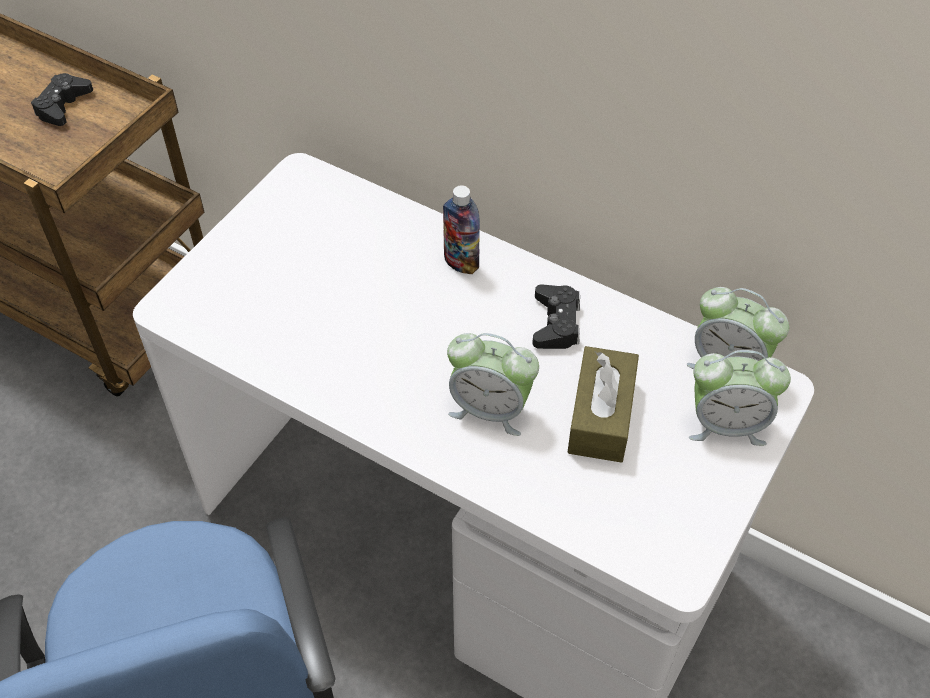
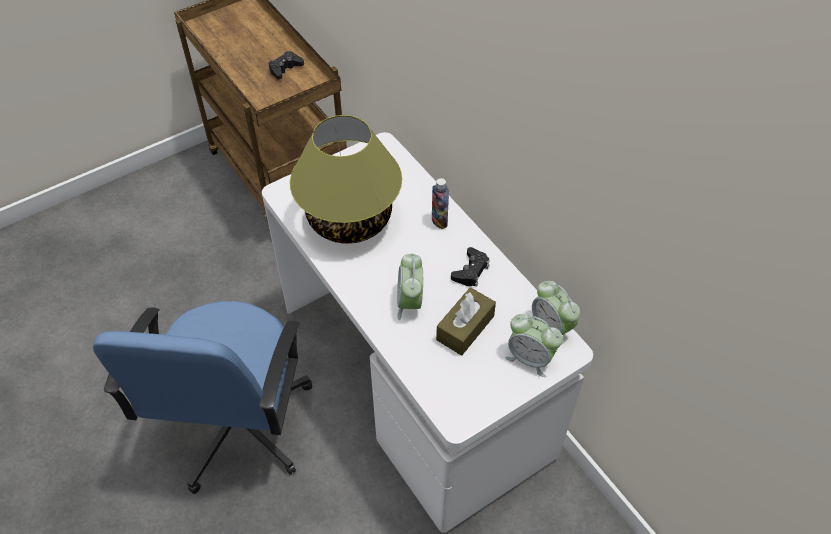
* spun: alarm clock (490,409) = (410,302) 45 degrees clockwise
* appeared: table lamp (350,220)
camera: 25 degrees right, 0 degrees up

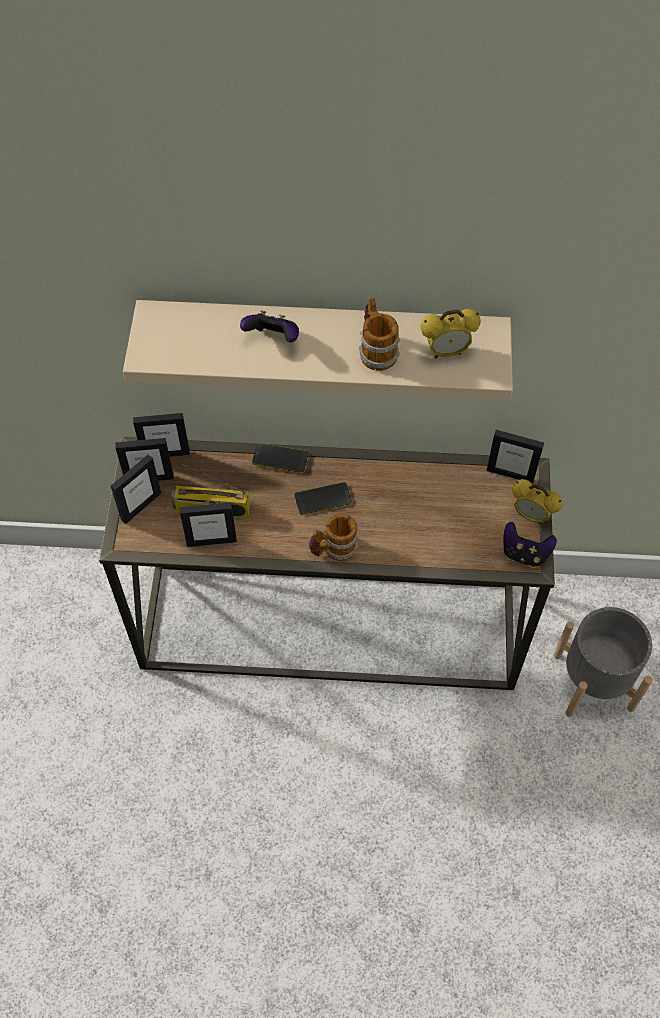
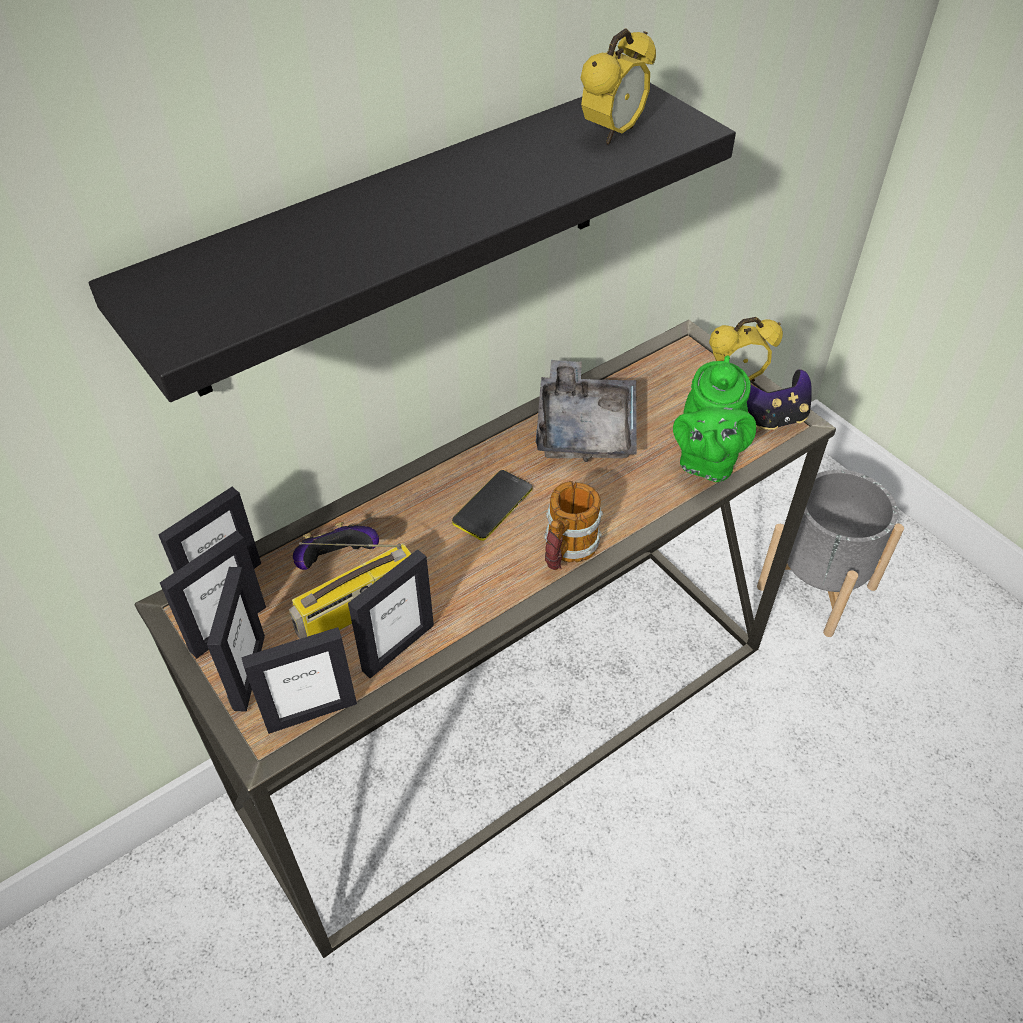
* missing: mug (376,349)
* colour: beige shelf (322,339) to black shelf (403,237)
* relocated: game controller (273,338) to (337,561)
* relocated: picture frame (510,474) to (311,712)
* missing: phone (280,458)
* appeared: green teapot (706,461)
* appeared: grey tray (584,428)
camera: 40 degrees left, 10 degrees down

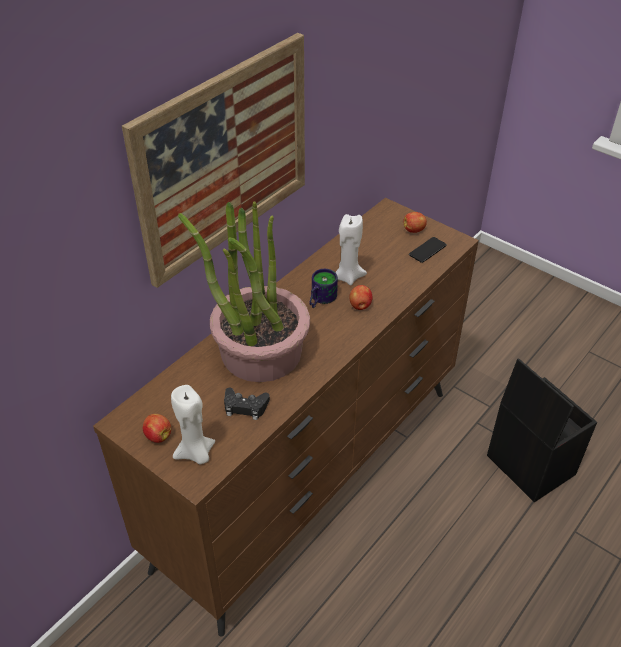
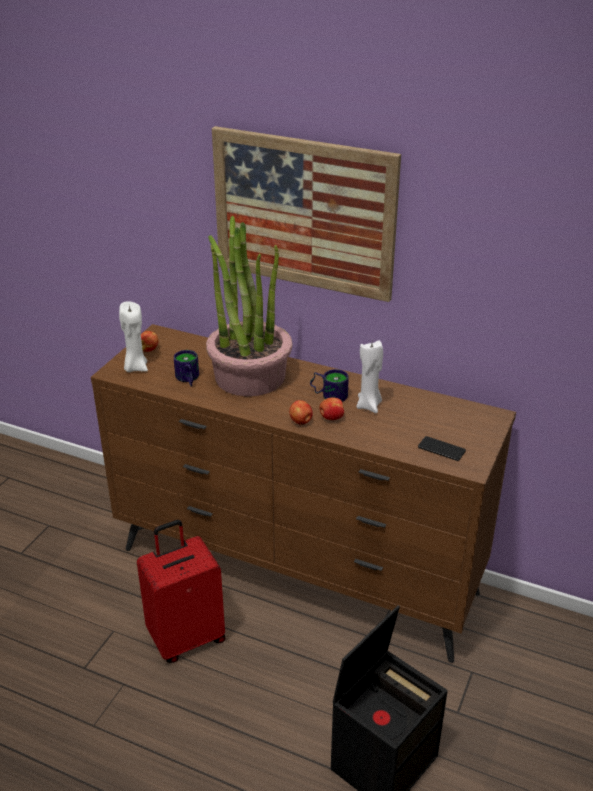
* relocated: apple (414,230) to (301,421)
* exchanged: black game controller (245,407) to mug (187,379)
* appeared: red suitcase (186,637)
camera: 75 degrees right, 10 degrees down

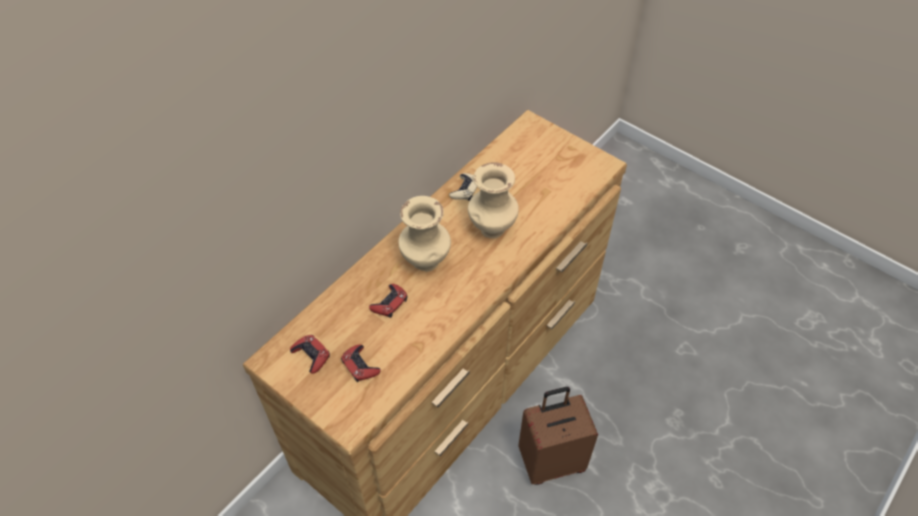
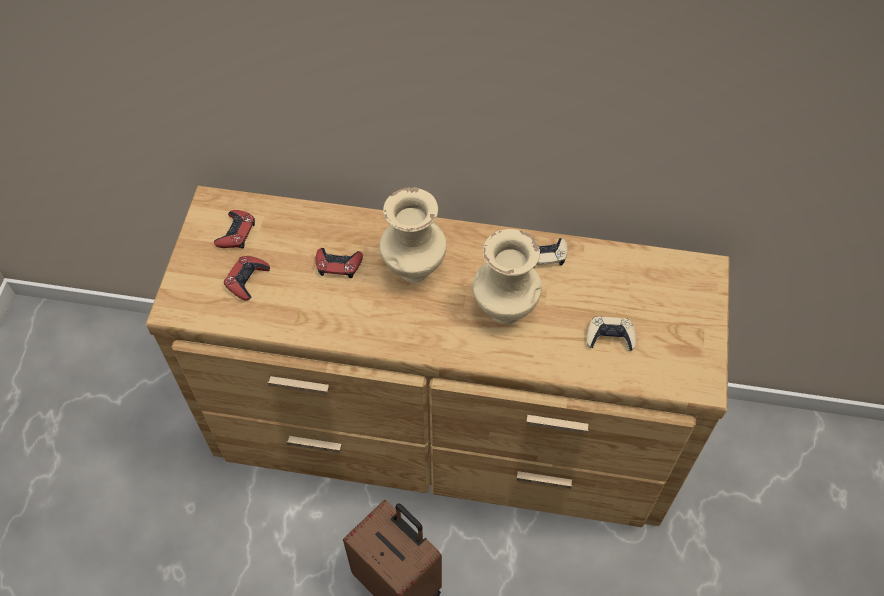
* appeared: beige game controller (610,336)
camera: 60 degrees right, 5 degrees up

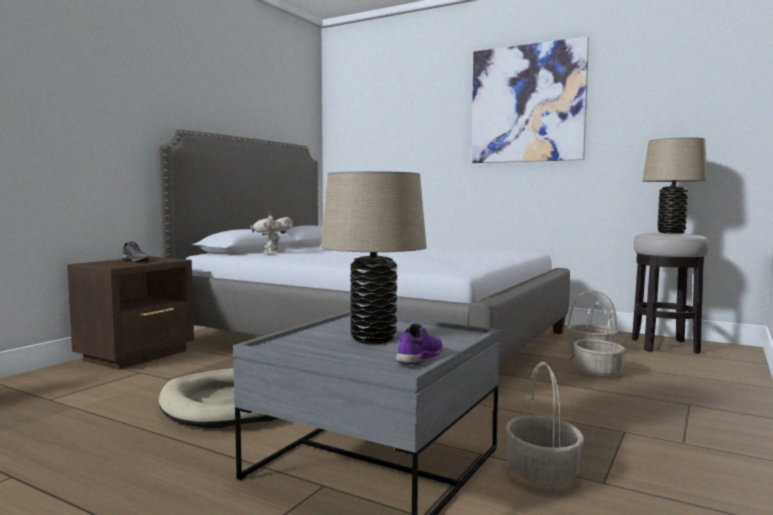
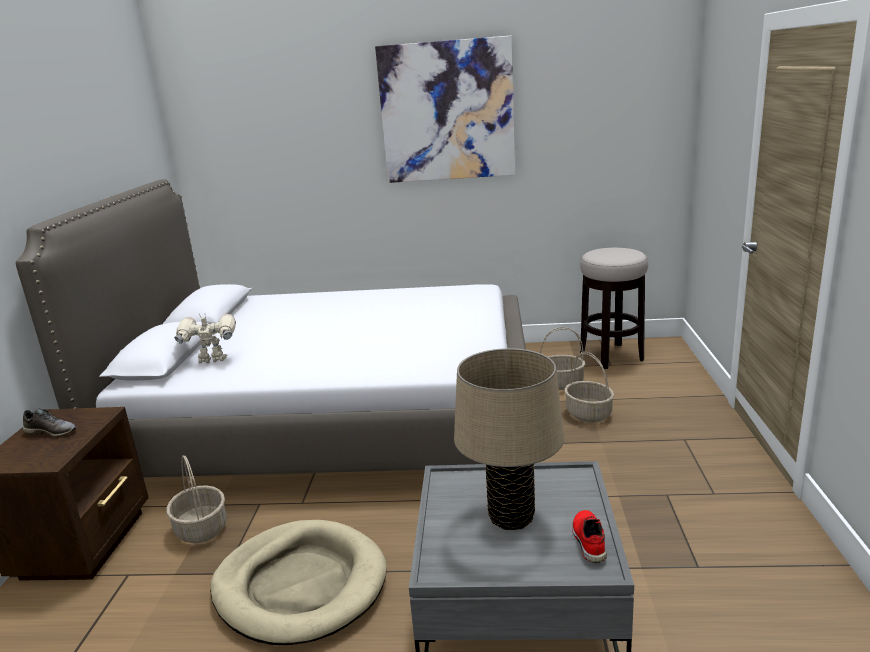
* missing: beige table lamp (671,232)
* spun: toy robot (272,253) = (212,361) 90 degrees counterclockwise
* colour: purple shoe (418,358) to red shoe (588,541)
* relocated: basket (541,471) to (201,529)
camera: 25 degrees left, 15 degrees up

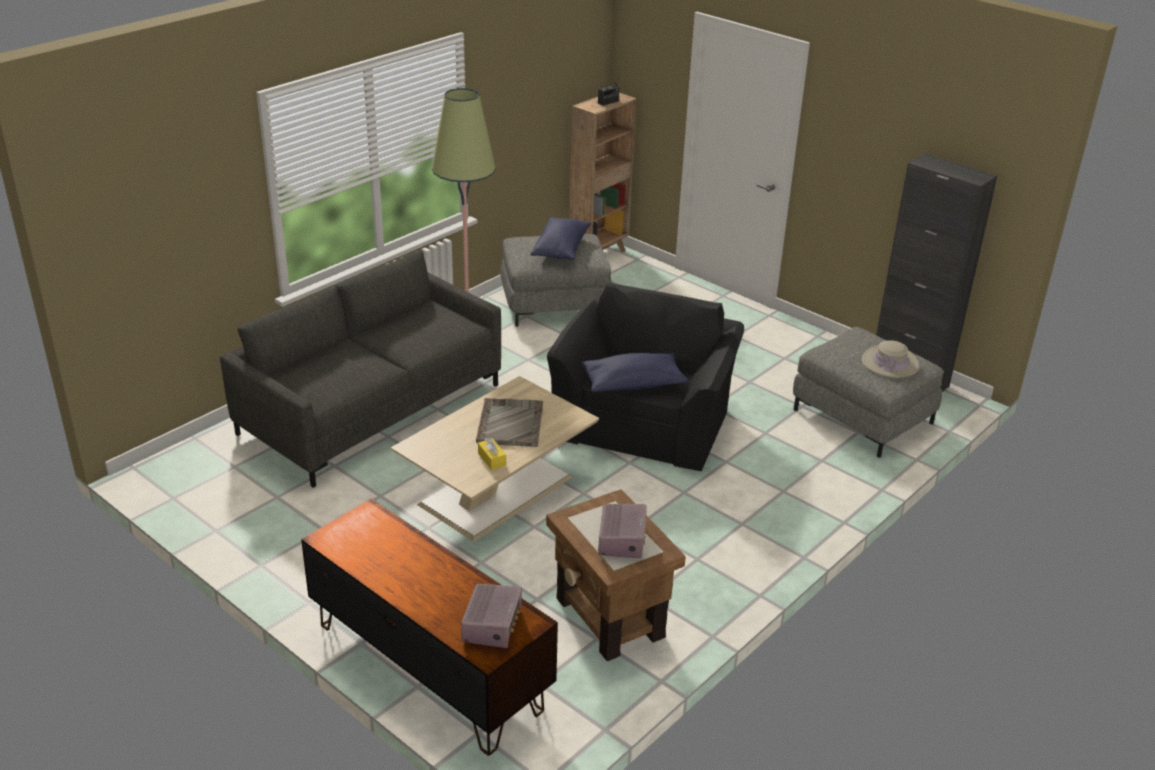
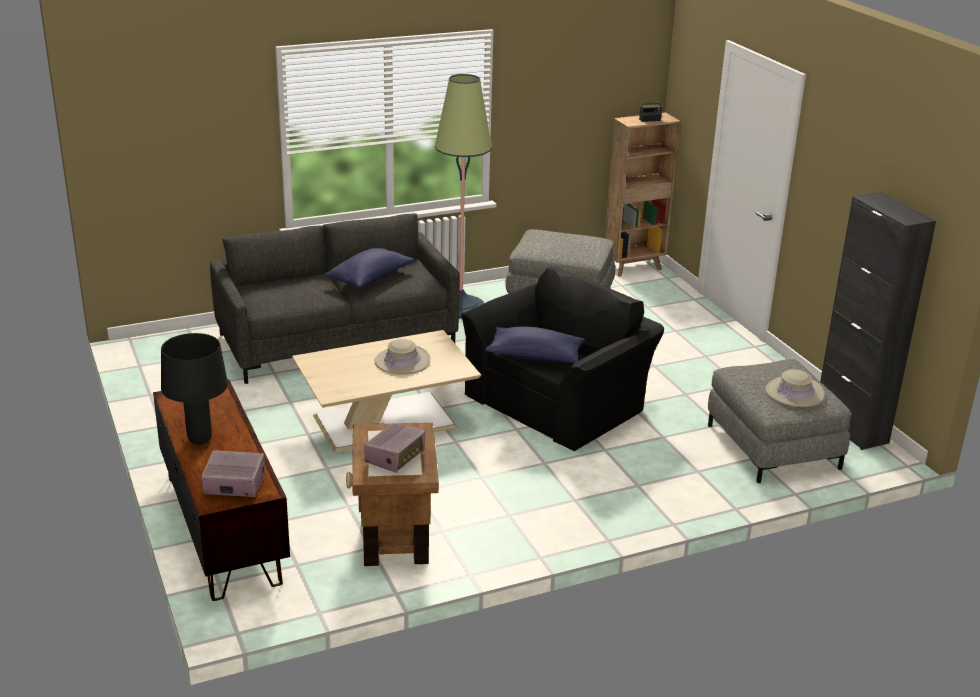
* relocated: blue pillow (561,249) to (370,279)
* exchanged: grey tray (510,423) to beige hat (402,361)
* missing: yellow tissue box (492,459)
* spun: radio (492,625) = (234,485) 120 degrees counterclockwise
* appeared: black table lamp (199,439)
camera: 25 degrees right, 5 degrees down

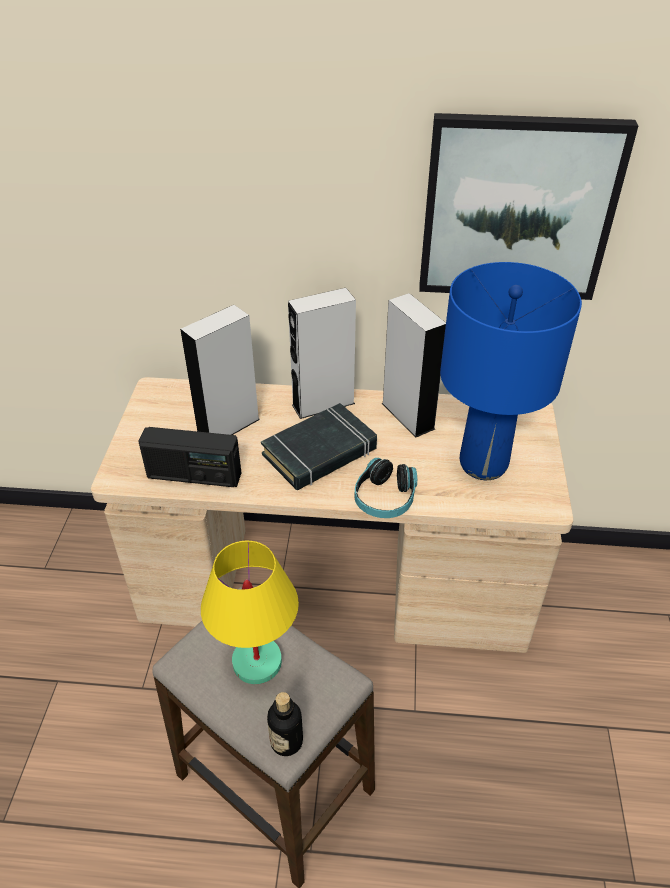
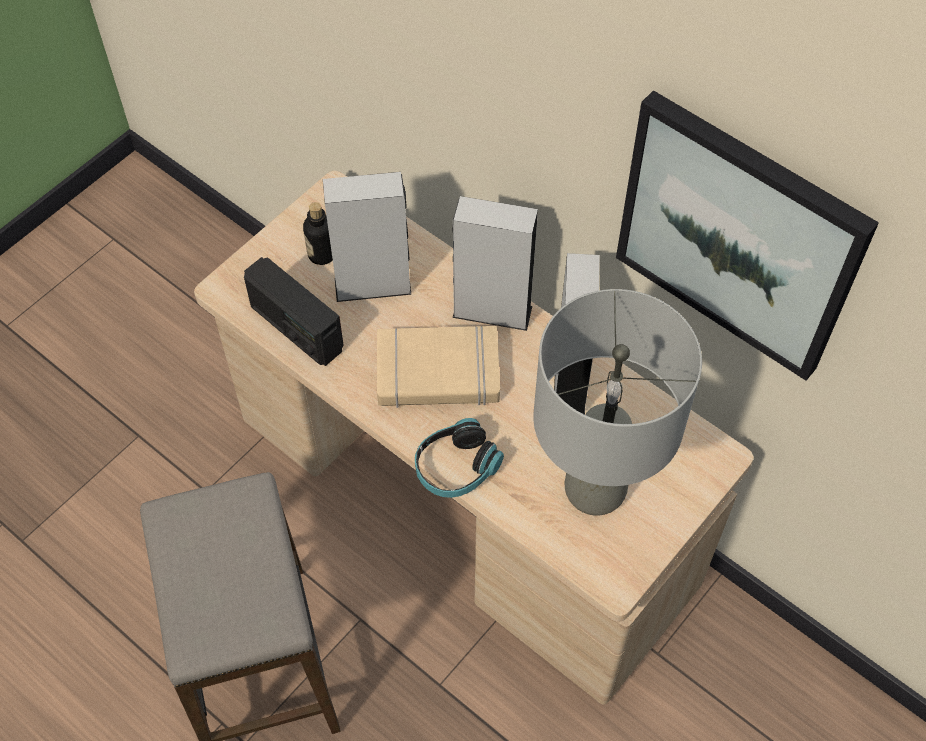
* colour: blue table lamp (482,464) to grey table lamp (593,489)
* colour: black book (320,452) to beige book (438,373)
* missing: yellow table lamp (256,661)
* relocated: bottle (286,741) to (322,254)
camera: 35 degrees right, 15 degrees up

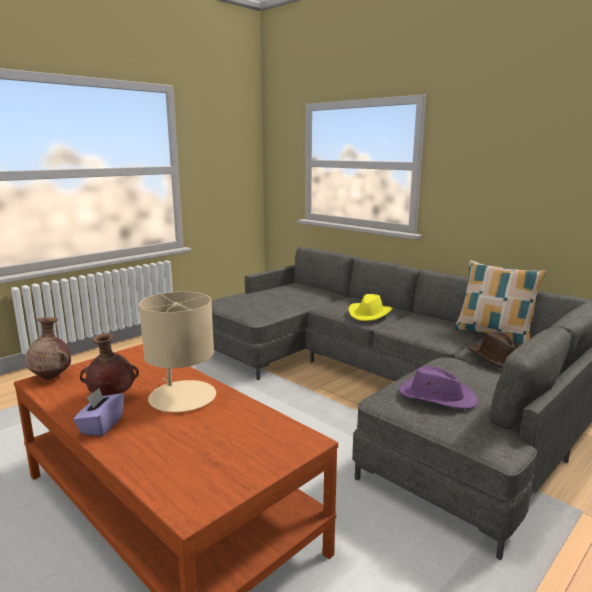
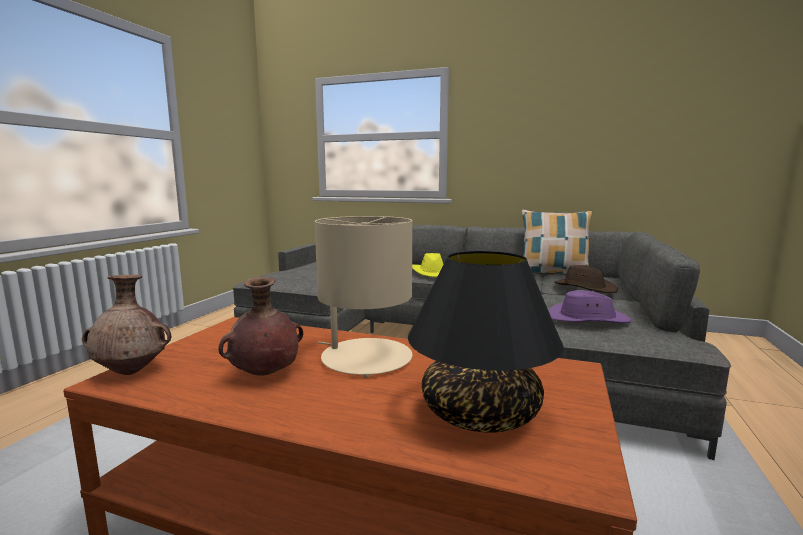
* missing: purple tissue box (101,425)
* appeared: black table lamp (479,413)
camera: 25 degrees left, 5 degrees down

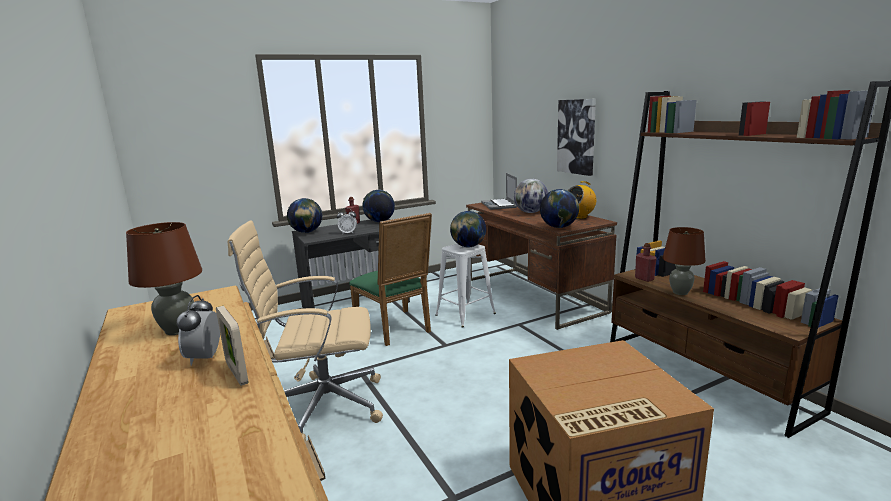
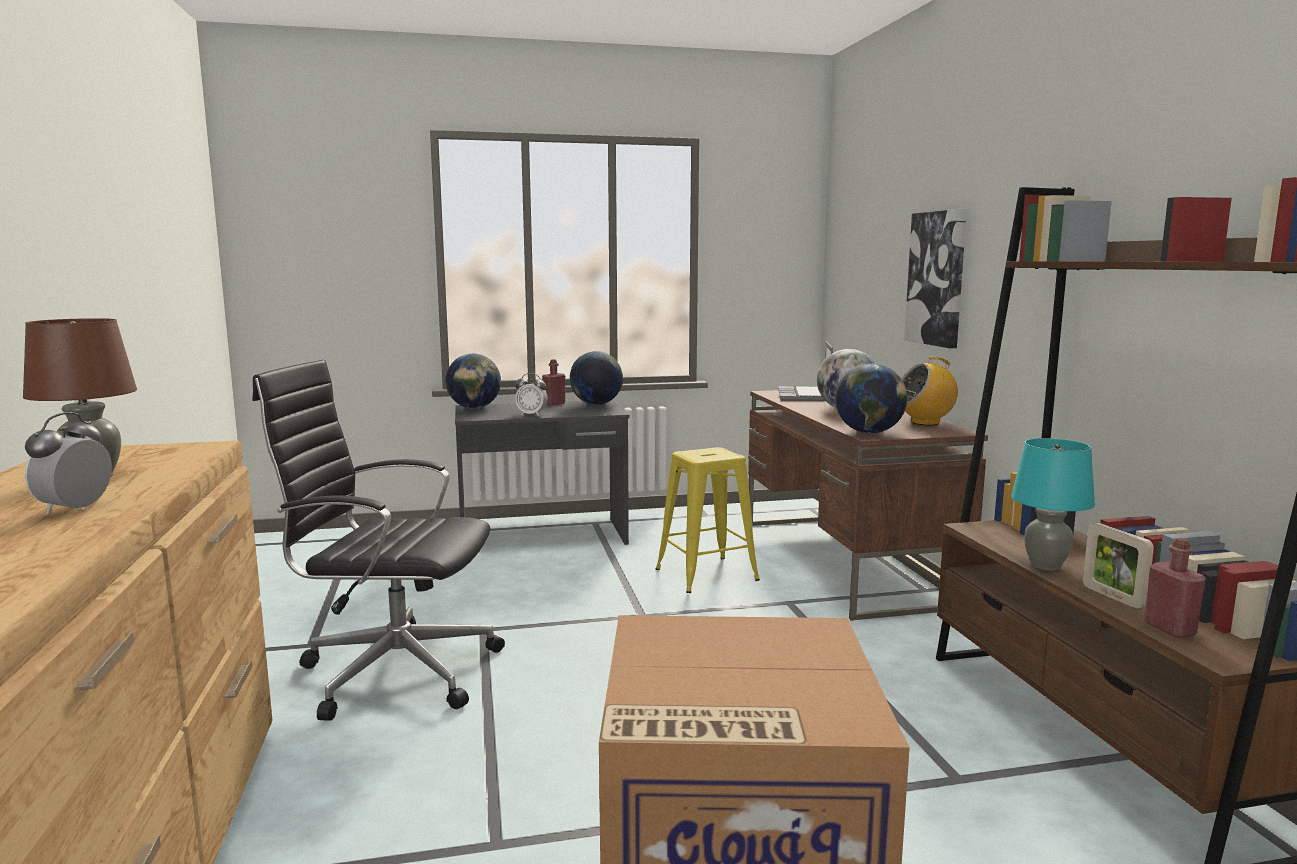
* missing: globe (468,246)
* missing: green chair (396,329)
* colour: beige office chair (322,406) to black office chair (393,671)
* colour: brown table lamp (680,292) to turquoise table lamp (1045,565)
* relocated: red bottle (644,279) to (1169,629)
* colour: white stool (465,314) to yellow stool (706,574)
* relocated: picture frame (236,373) to (1112,597)
camera: 15 degrees right, 5 degrees down

